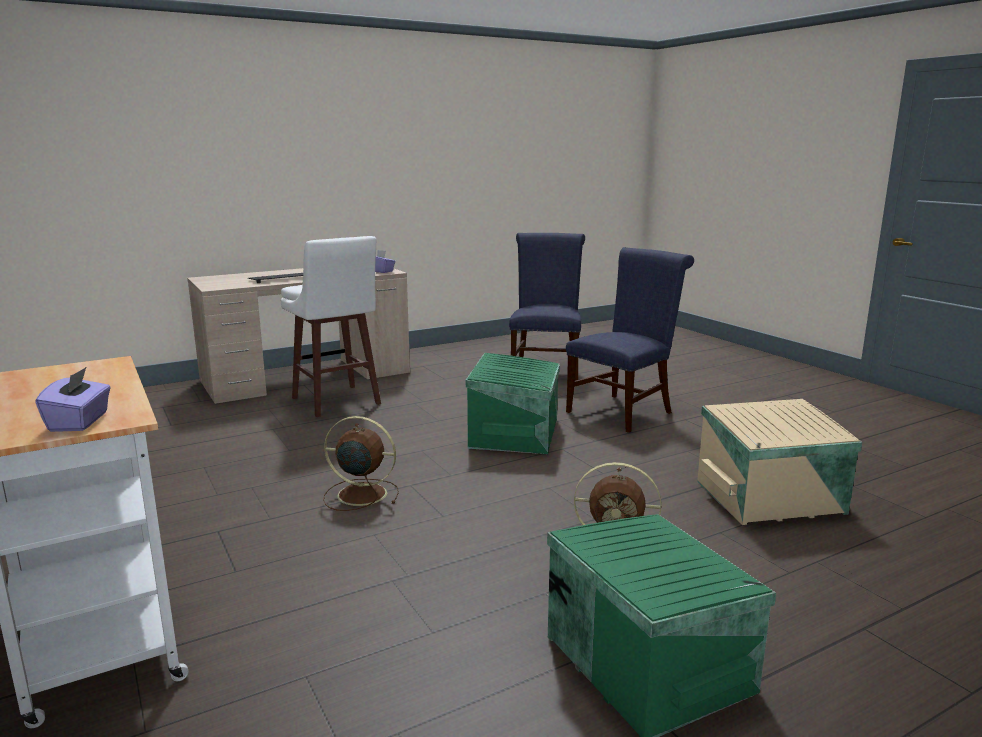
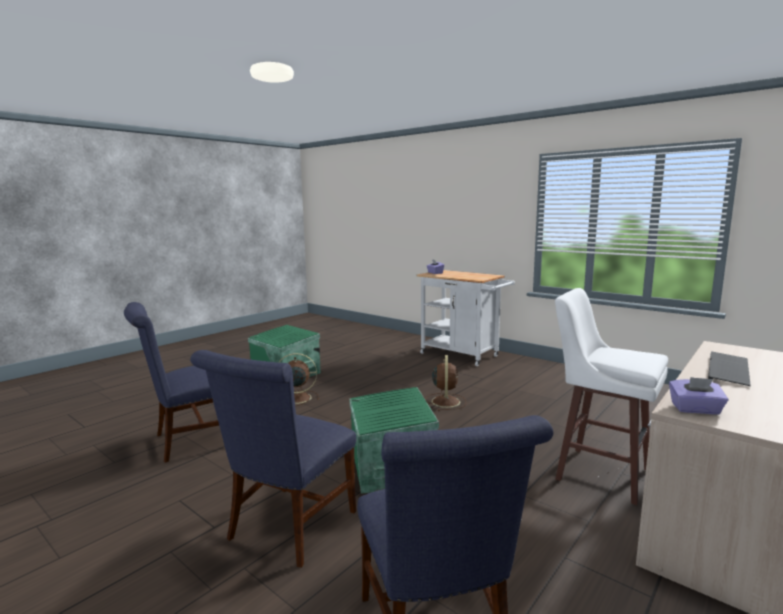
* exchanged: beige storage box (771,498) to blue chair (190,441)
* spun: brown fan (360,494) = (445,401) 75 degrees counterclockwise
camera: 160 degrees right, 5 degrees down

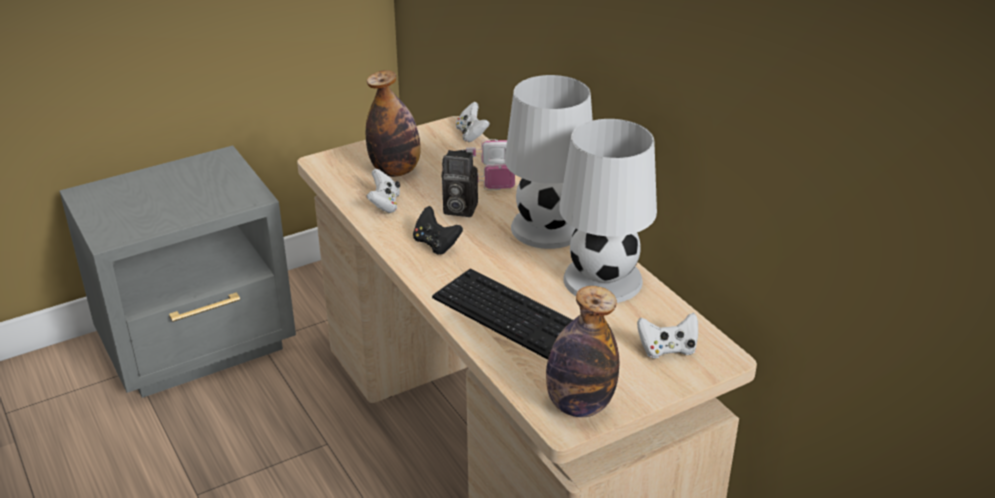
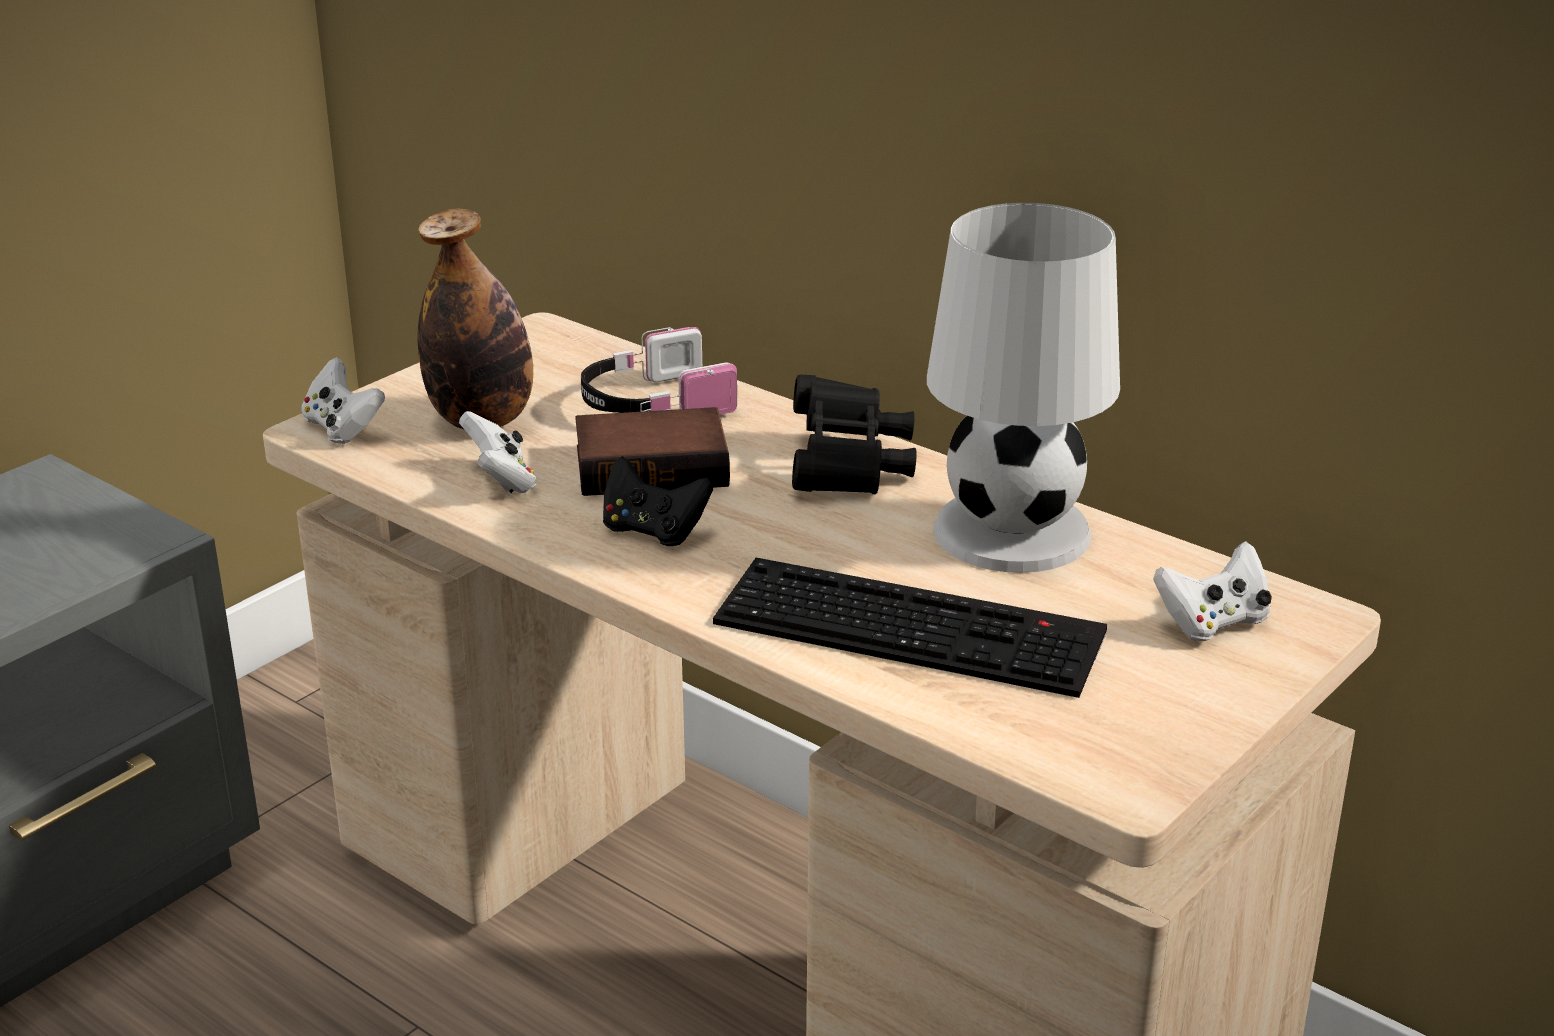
* exchanged: white table lamp (548,228) to black binoculars (849,466)
* relocated: white game controller (471,134) to (342,429)
* exchanged: photo camera (458,209) to book (654,465)
* missing: bottle (579,405)
camera: 20 degrees left, 5 degrees down

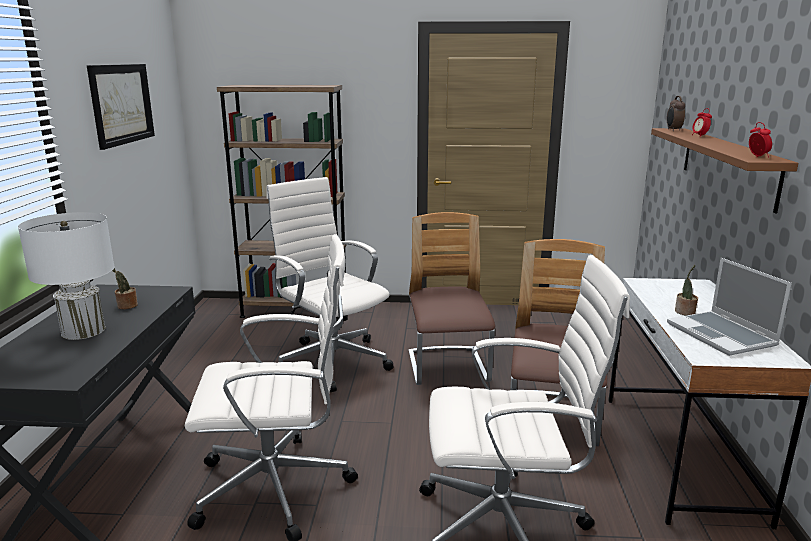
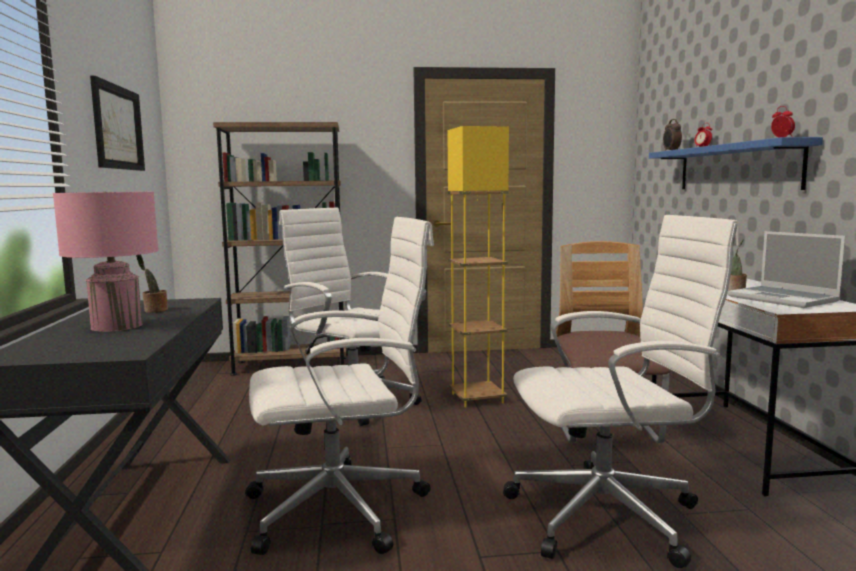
* colour: brown shelf (727,165) to blue shelf (736,168)
* colour: white table lamp (83,331) to pink table lamp (117,326)
* exchanged: chair (447,368) to yellow floor lamp (477,398)
camera: 10 degrees left, 10 degrees down

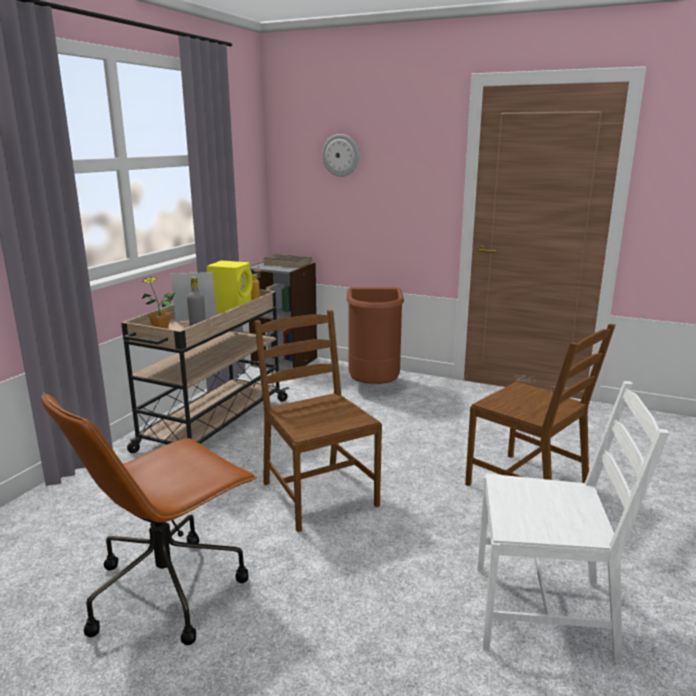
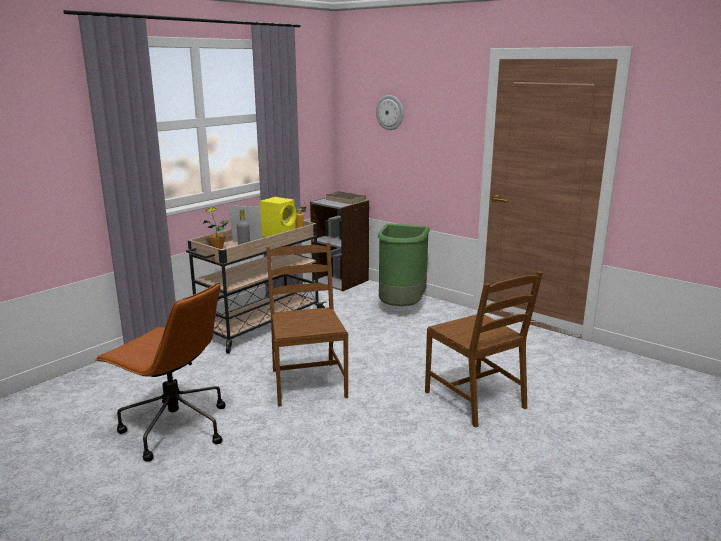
* colour: brown trash can (374,386) to green trash can (401,307)
* missing: white chair (544,612)
* spun: brown office chair (168,589) = (174,428) 120 degrees counterclockwise
camera: 15 degrees right, 0 degrees up

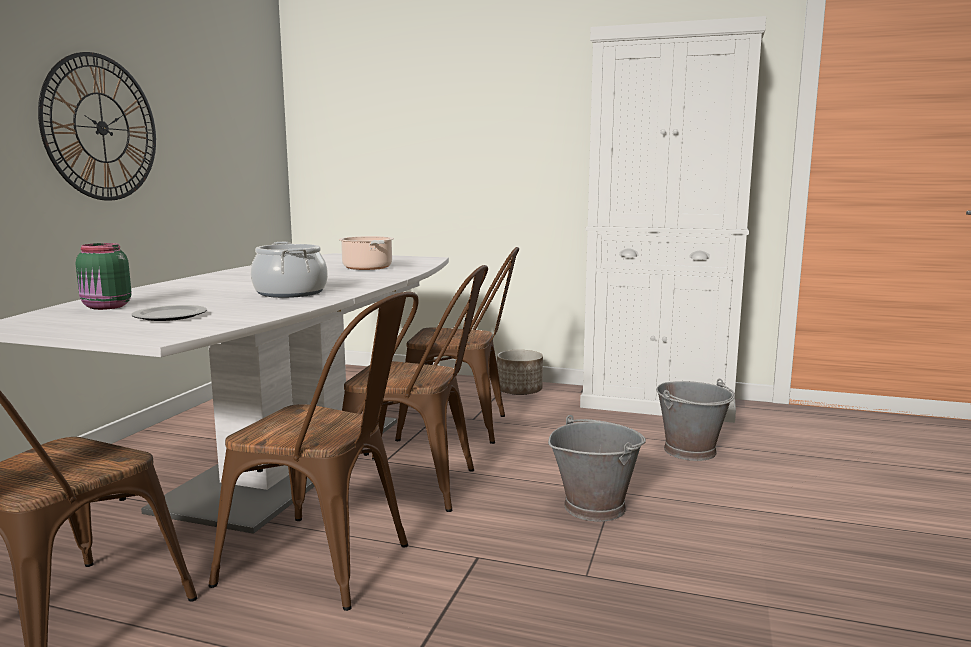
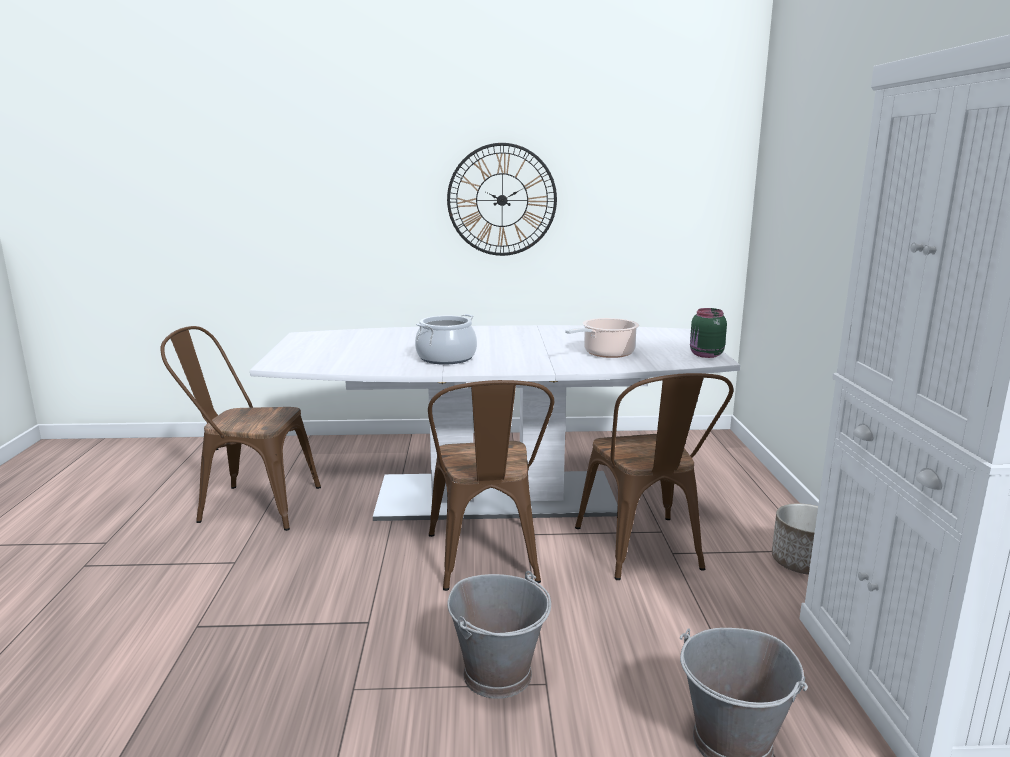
* relocated: green jar (106,307) to (705,355)
* missing: brown chair (330,564)
* missing: plate (169,316)
camera: 70 degrees right, 5 degrees up

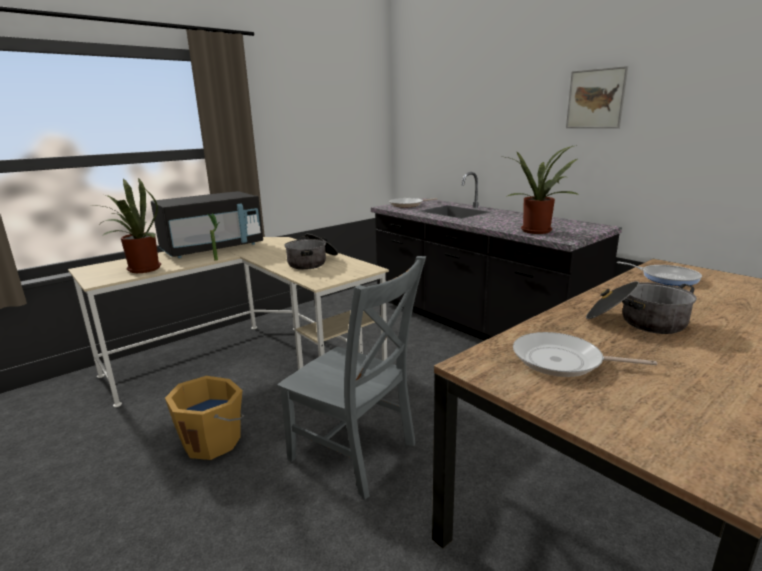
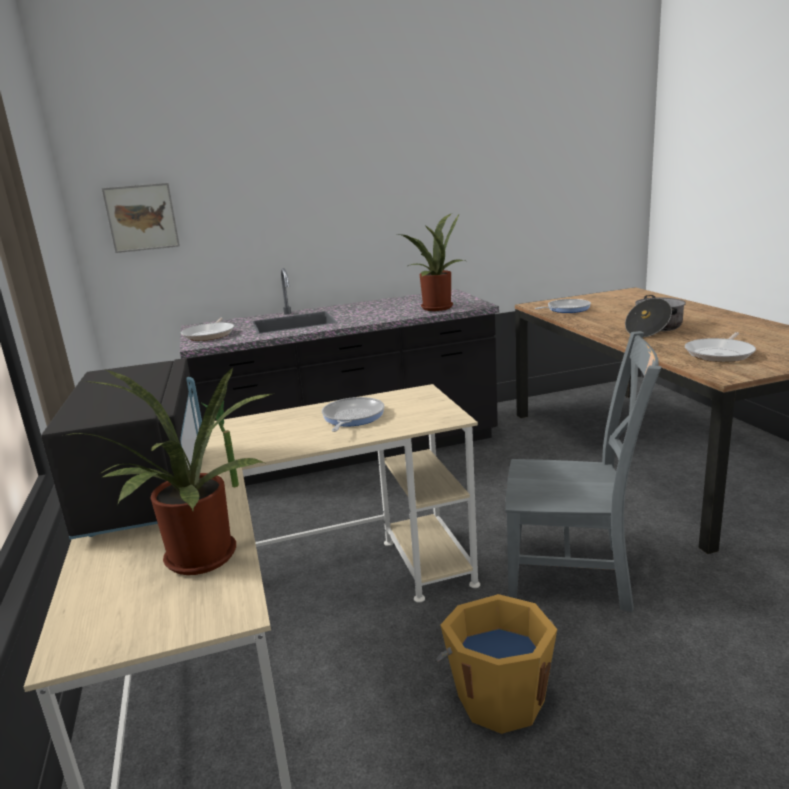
* relocated: picture (595,99) to (141,217)
* exchanged: cooking pot (312,262) to frying pan (352,418)
* spun: grey chair (356,454) = (574,575) 45 degrees clockwise
camera: 65 degrees left, 0 degrees up

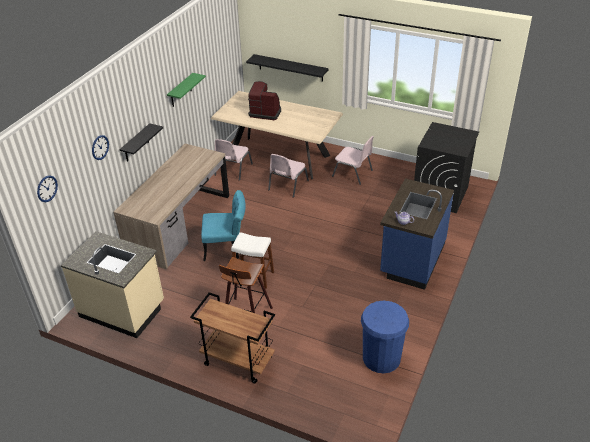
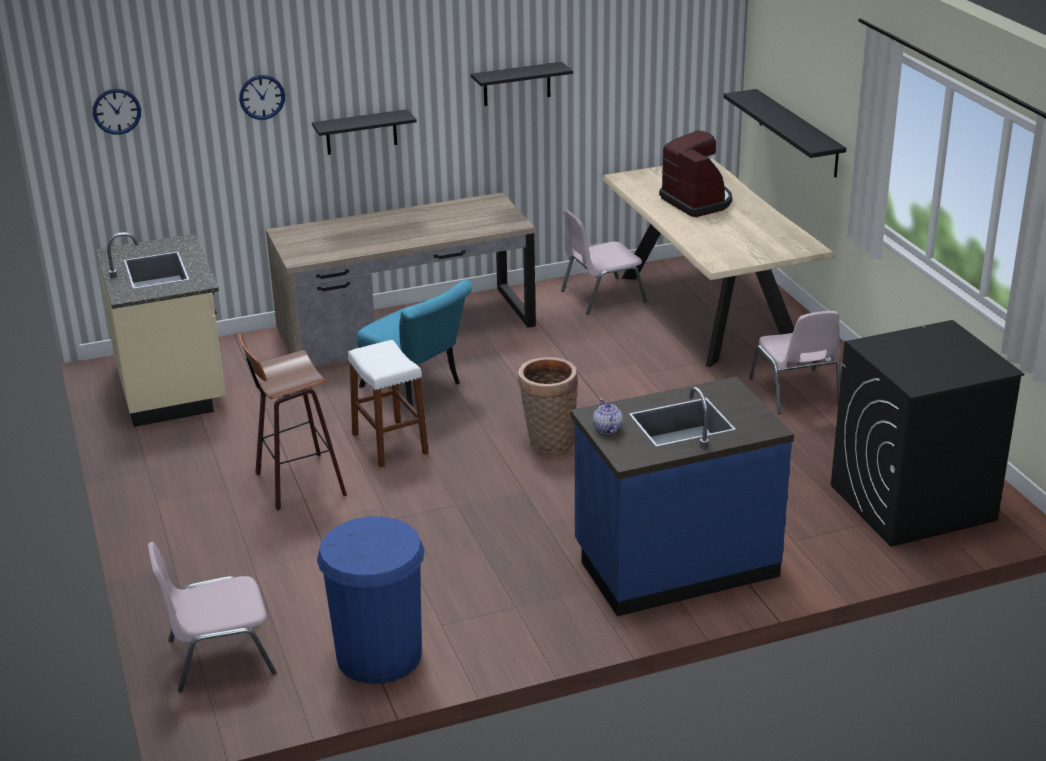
* colour: green shelf (181,91) to black shelf (517,84)
* relocated: pink chair (287,185) to (219,656)
* missing: brown cart (237,361)
* appeared: basket (548,442)
camera: 45 degrees right, 10 degrees down

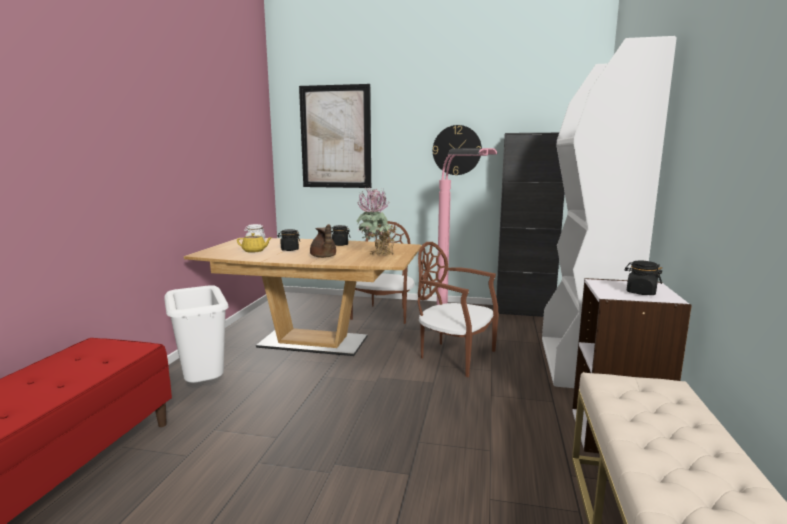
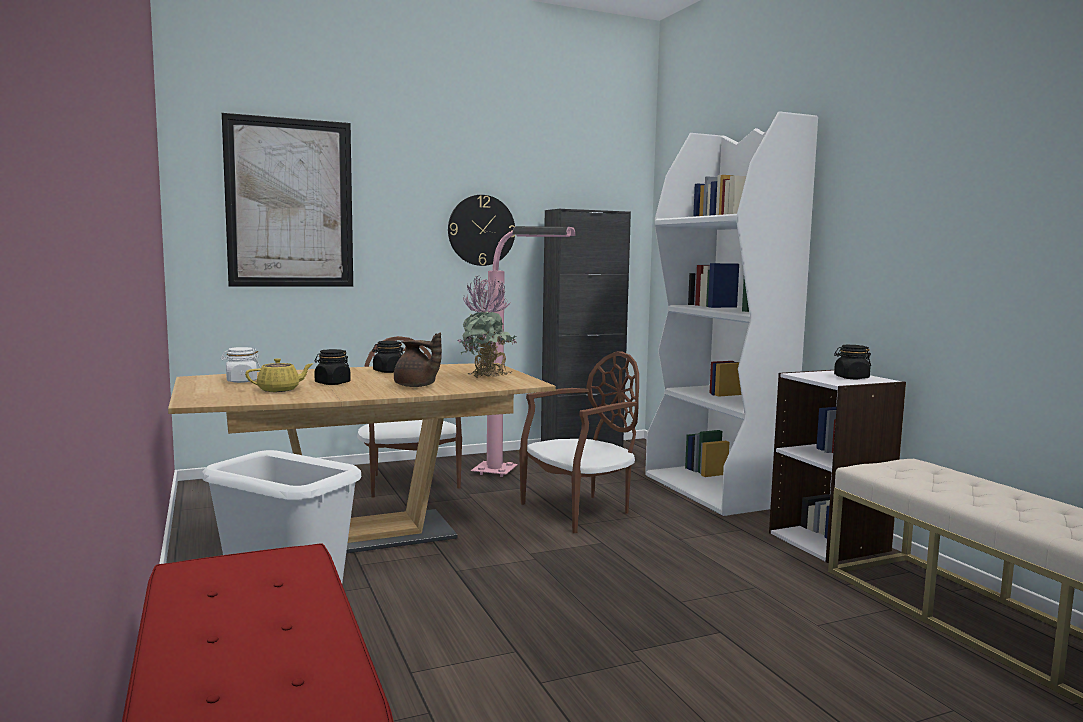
* spun: brown chair (454,356) = (580,511) 150 degrees clockwise
camera: 35 degrees left, 5 degrees down

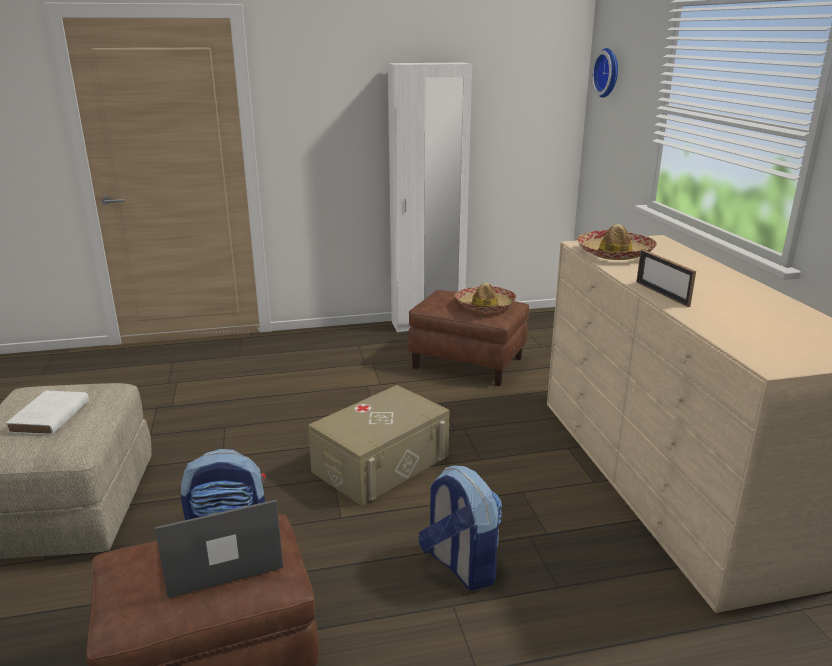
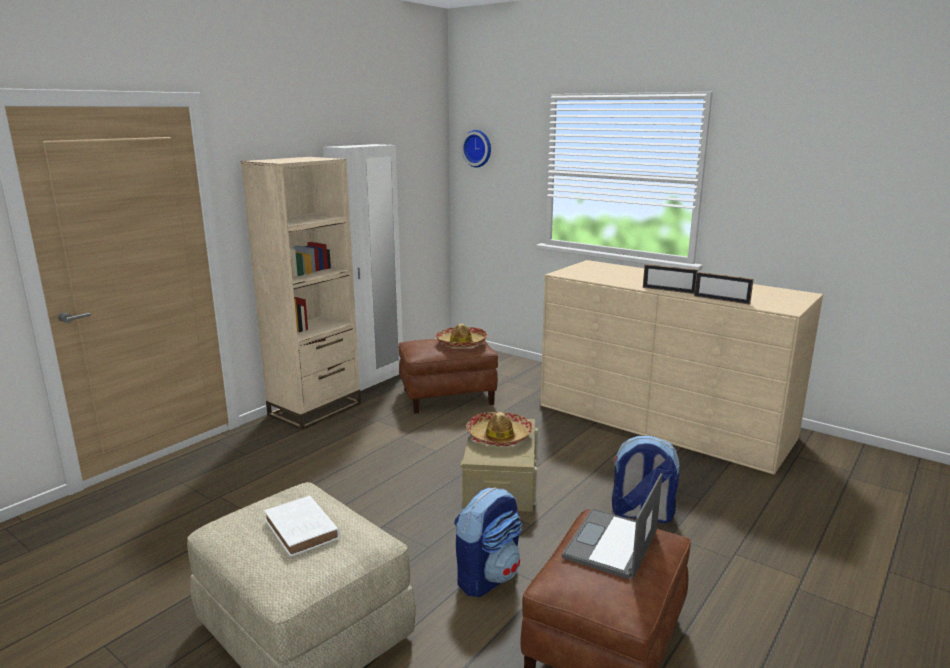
* relocated: hat (615,253) to (499,436)
* appeared: beige bookcase (315,409)
* appeared: picture frame (721,300)
camera: 40 degrees left, 5 degrees down

